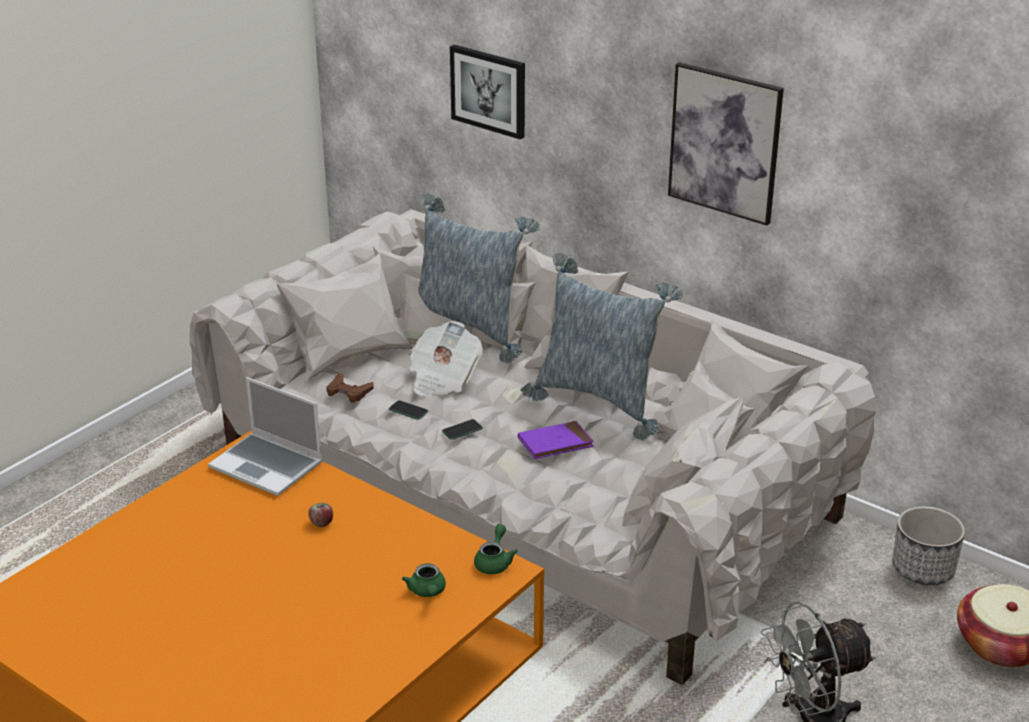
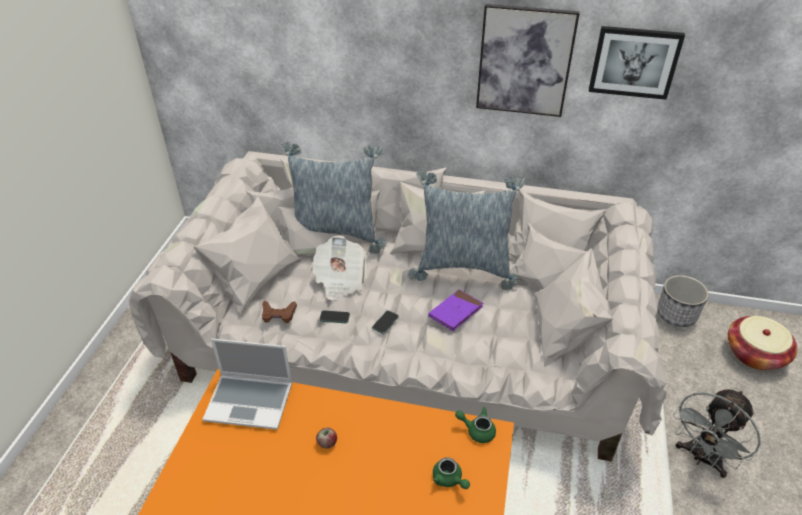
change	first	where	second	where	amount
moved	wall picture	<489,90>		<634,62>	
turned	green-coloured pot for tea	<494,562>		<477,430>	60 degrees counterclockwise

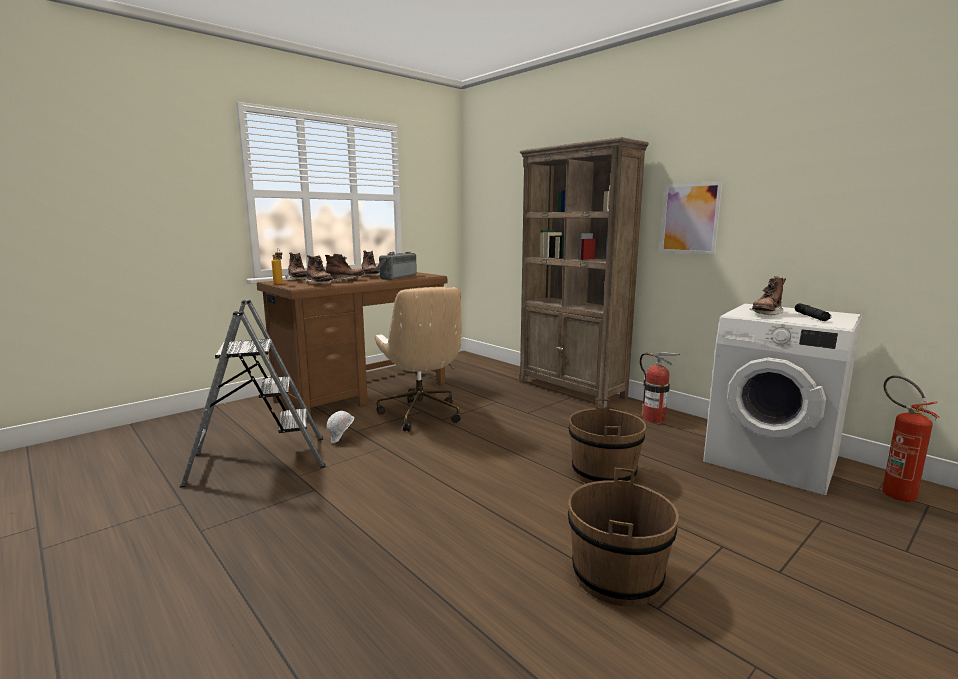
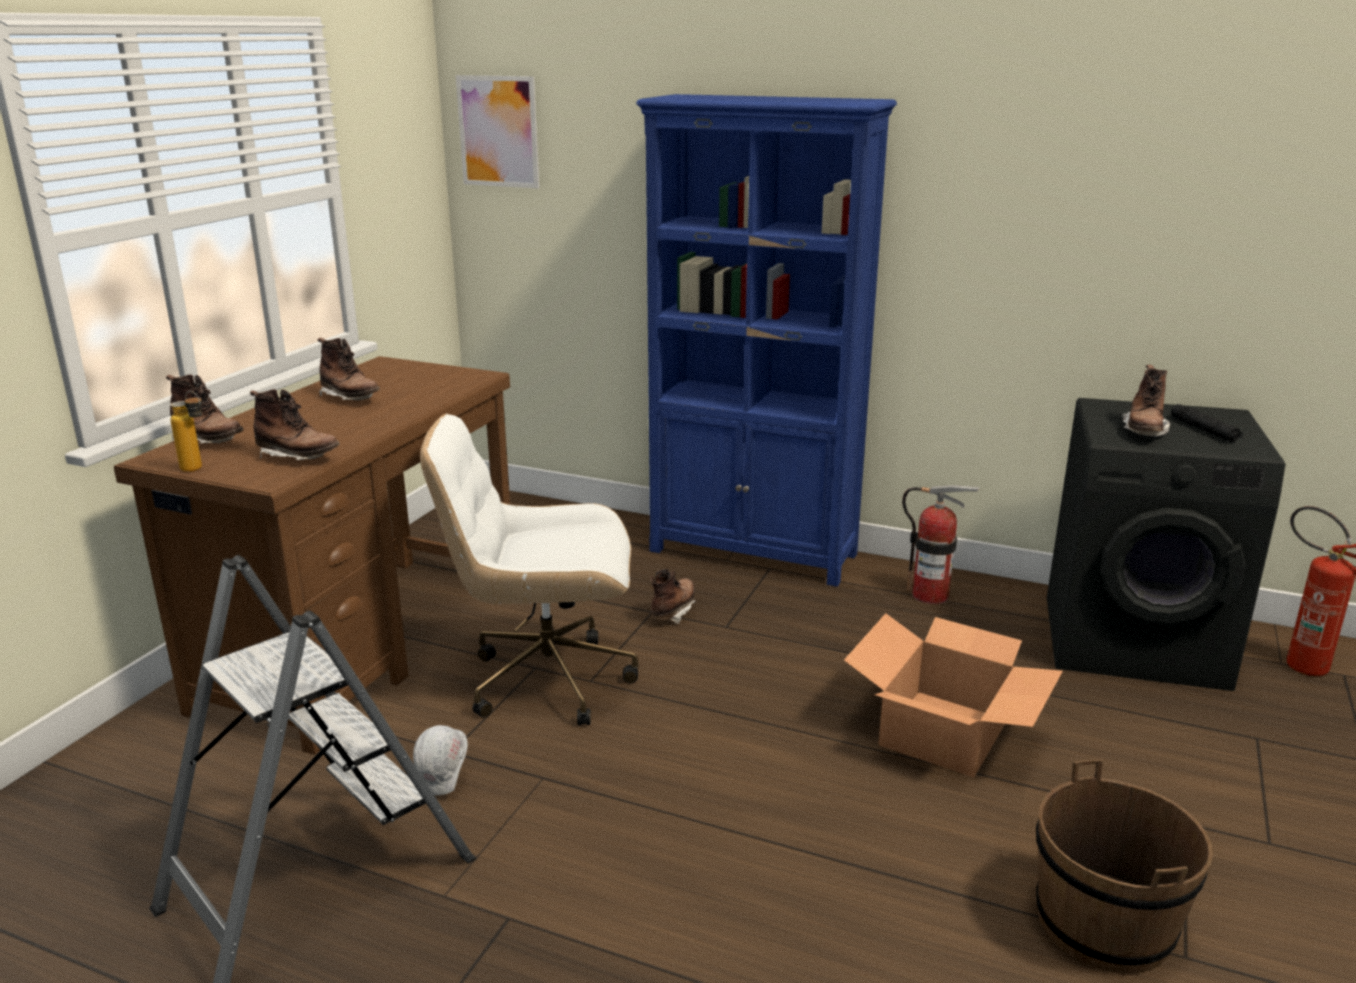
change	first	where	second	where	amount
removed	radio	<396,277>			
moved	brown tall boot	<345,281>		<673,611>	
moved	wall picture	<690,218>		<498,131>	
replaced	brown water bucket	<603,473>	cardboard box	<945,733>	
recoloured	brown bookshelf	<571,389>	blue-coloured bookshelf	<754,553>	
recoloured	whitish laundry machine	<770,460>	black-coloured laundry machine	<1134,642>	
turned	whitish office chair	<421,416>		<543,681>	135 degrees clockwise

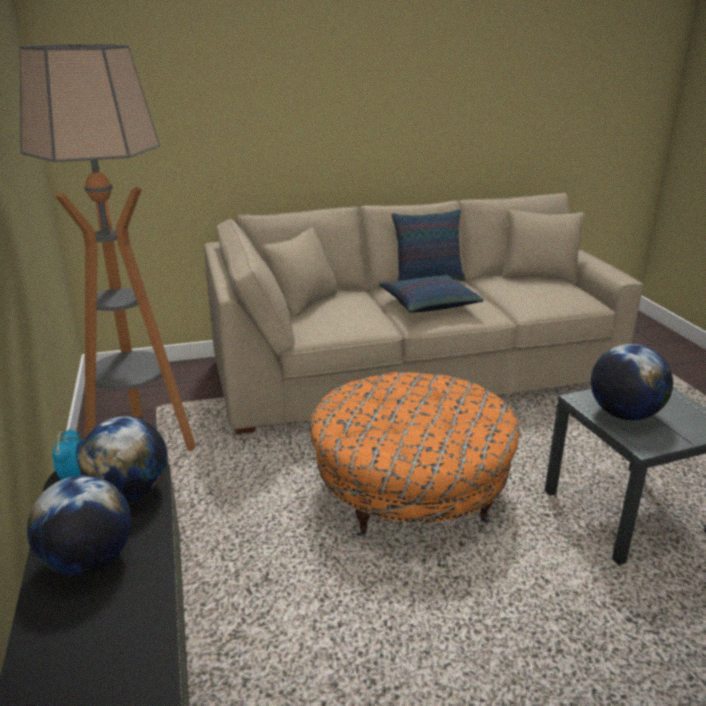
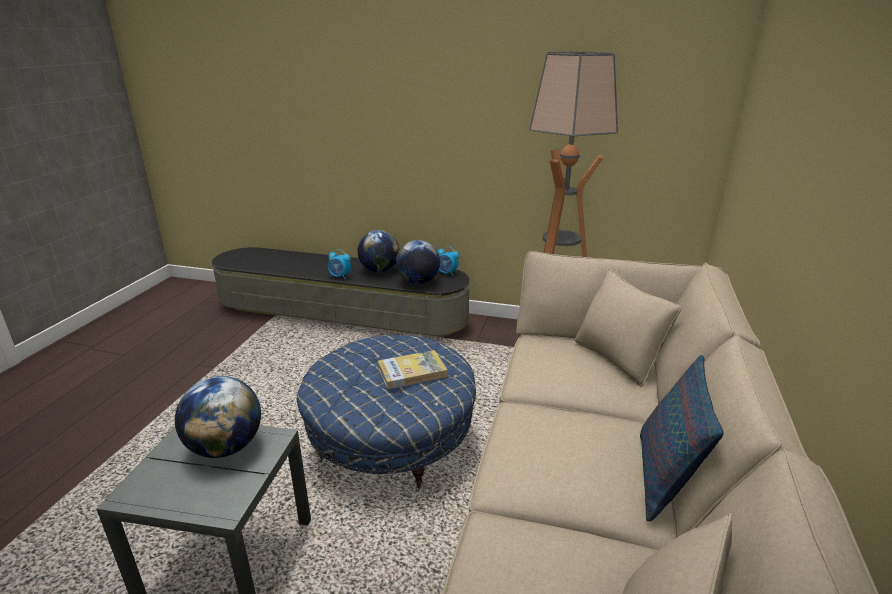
change	first	where	second	where	amount
removed	blue-coloured throw pillow	<428,304>			
added			alarm clock	<340,276>	
added			volume	<412,372>	
recoloured	orangey footrest	<410,491>	blue-coloured footrest	<391,441>	

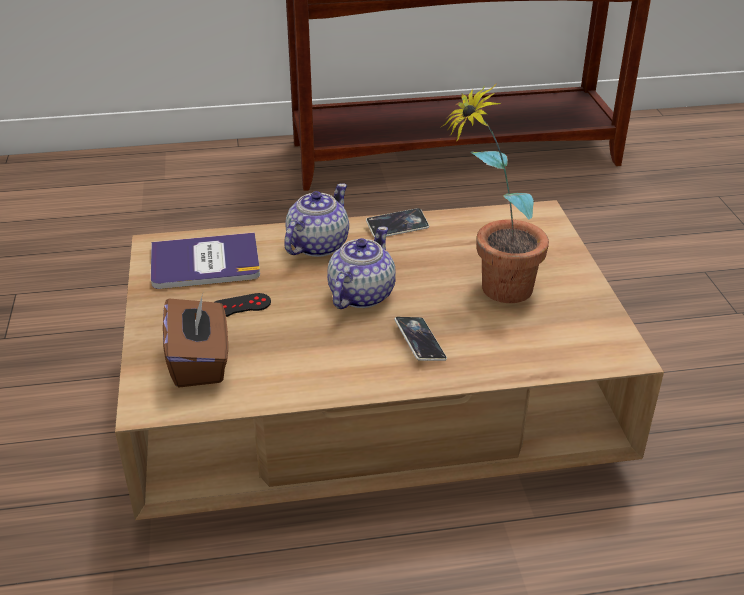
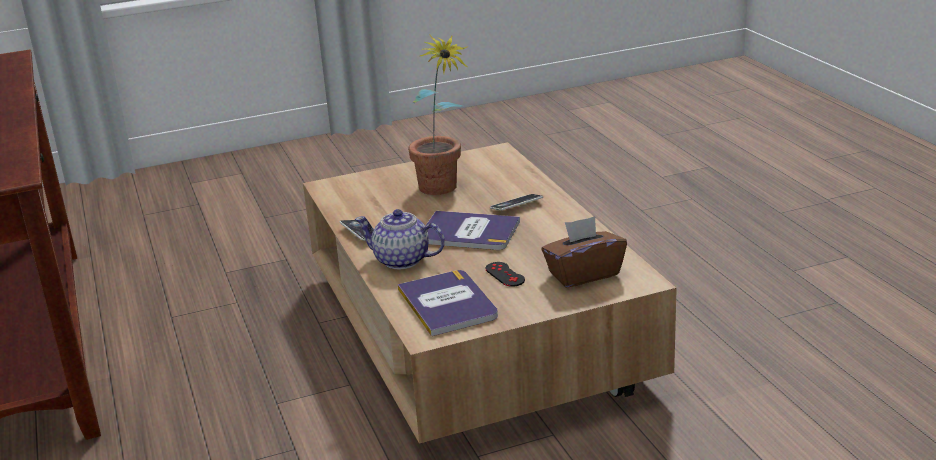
change	first	where	second	where	amount
replaced	pot for tea	<360,295>	volume	<469,232>	

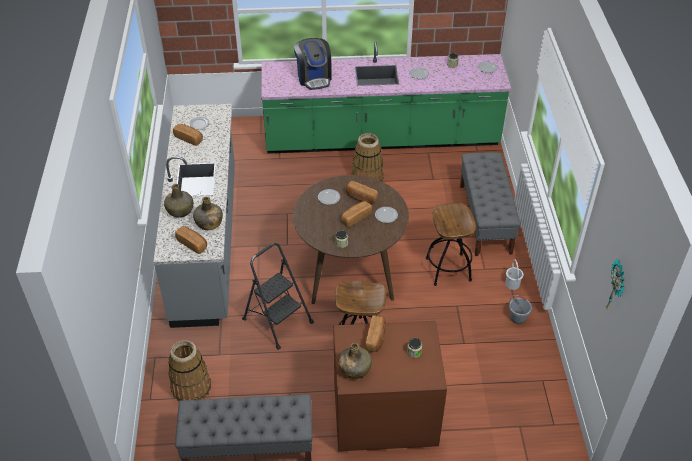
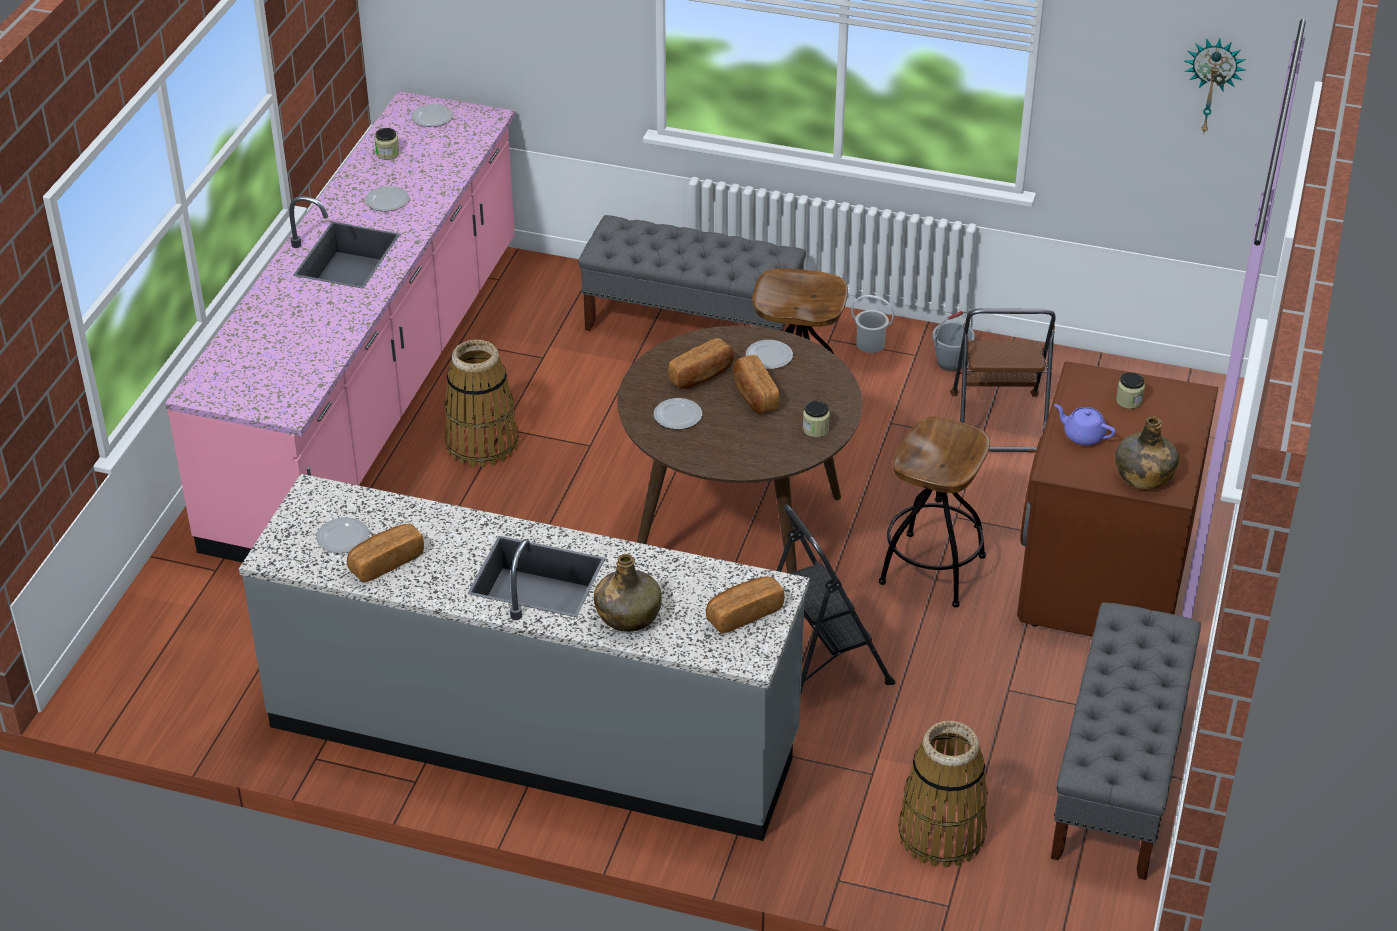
change	first	where	second	where	amount
removed	green-coloured beverage bottle	<209,223>			
removed	coffee brewer	<314,77>			
added			brown step stool	<997,425>	
replaced	baked bread	<376,338>	purple-coloured pot for tea	<1083,435>	
recoloured	green-coloured counter	<381,138>	pink counter	<371,391>	

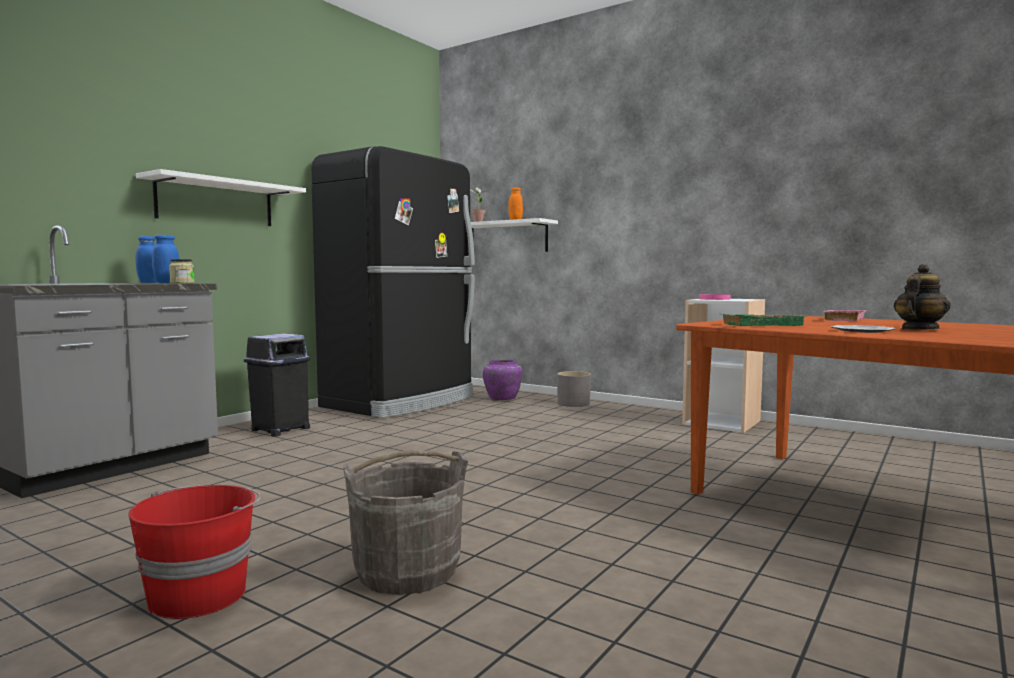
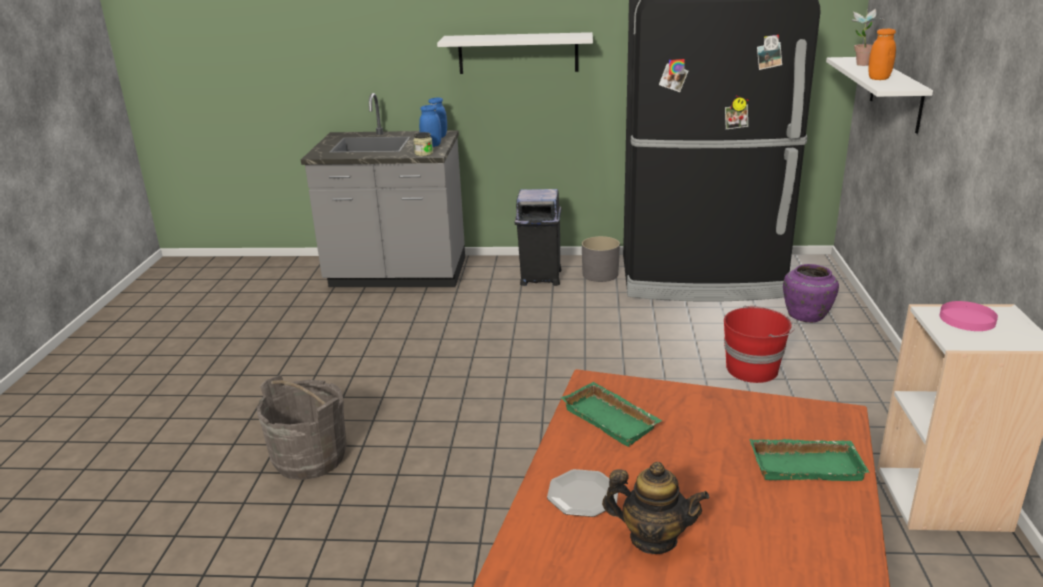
change	first	where	second	where	amount
moved	red-coloured water bucket	<200,595>		<753,369>	
moved	grey plant pot	<573,403>		<600,274>	
recoloured	pink serving tray	<841,319>	green-coloured serving tray	<806,464>	

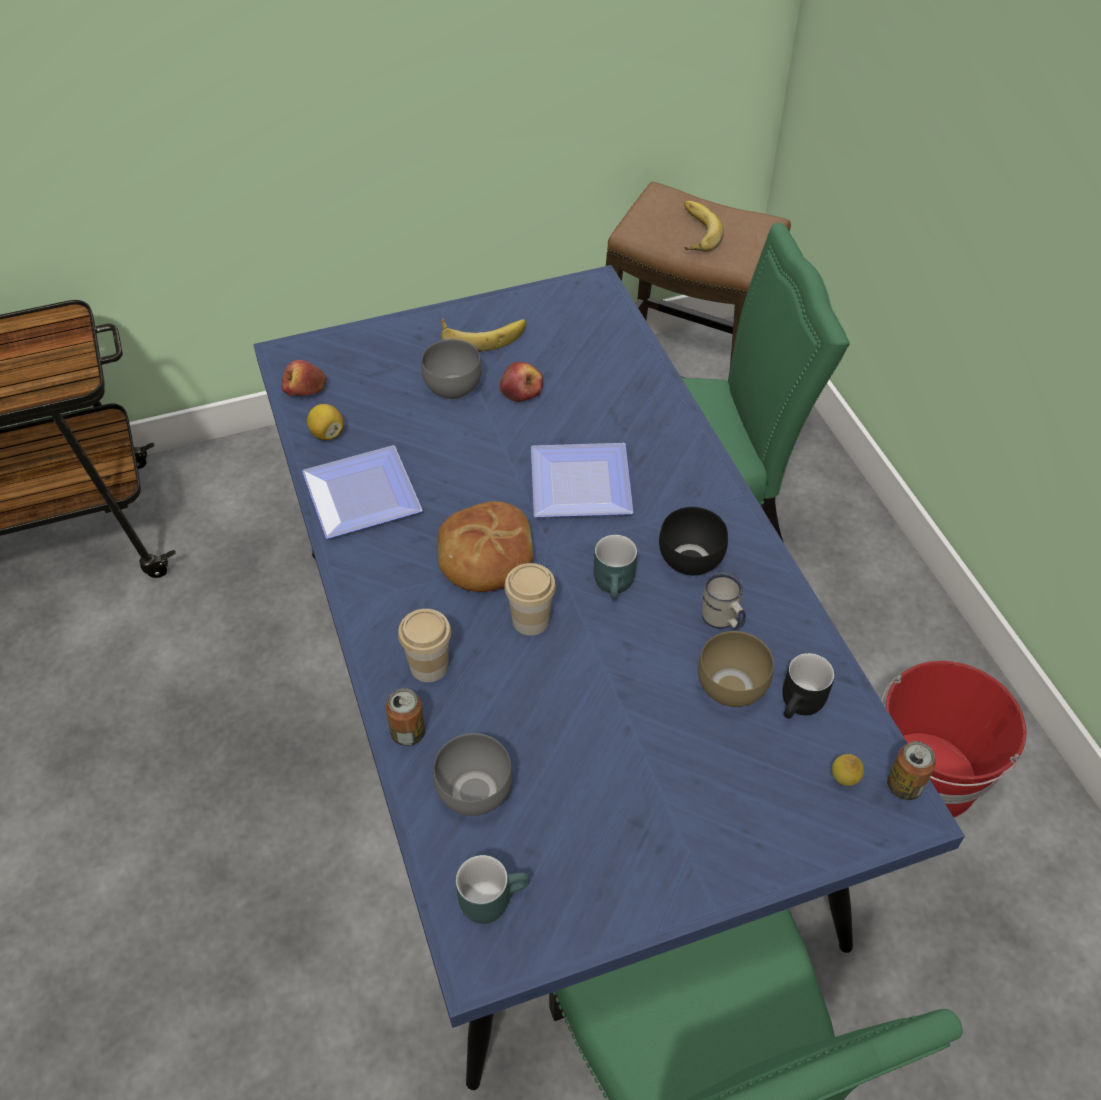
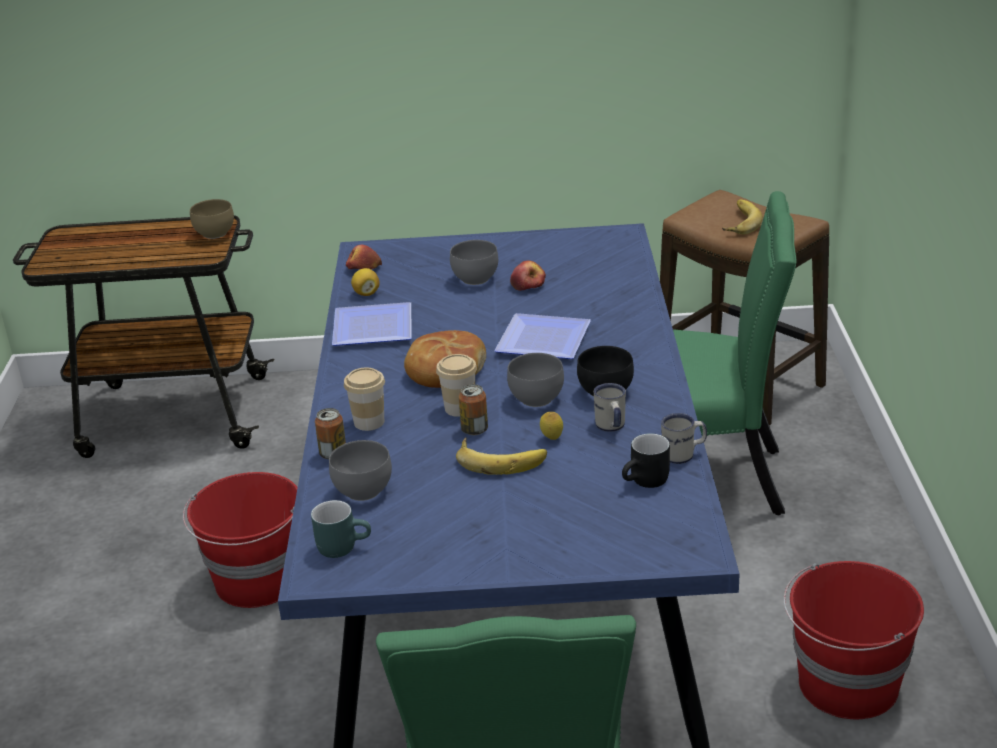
change	first	where	second	where	amount
added			red-coloured water bucket	<257,581>	
added			whitish tea mug	<684,455>	
moved	banana fruit	<482,333>		<501,458>	
moved	brown bowl	<733,686>		<216,233>	
moved	citrus fruit	<843,780>		<552,439>	
moved	metal can	<904,786>		<474,430>	
replaced	turquoise tea mug	<616,585>	grey bowl	<538,398>	

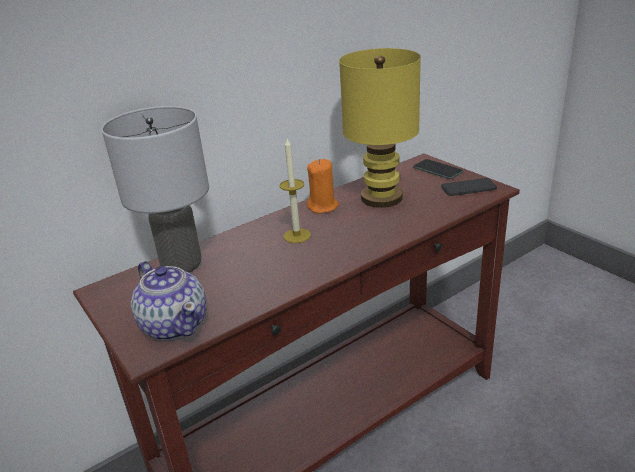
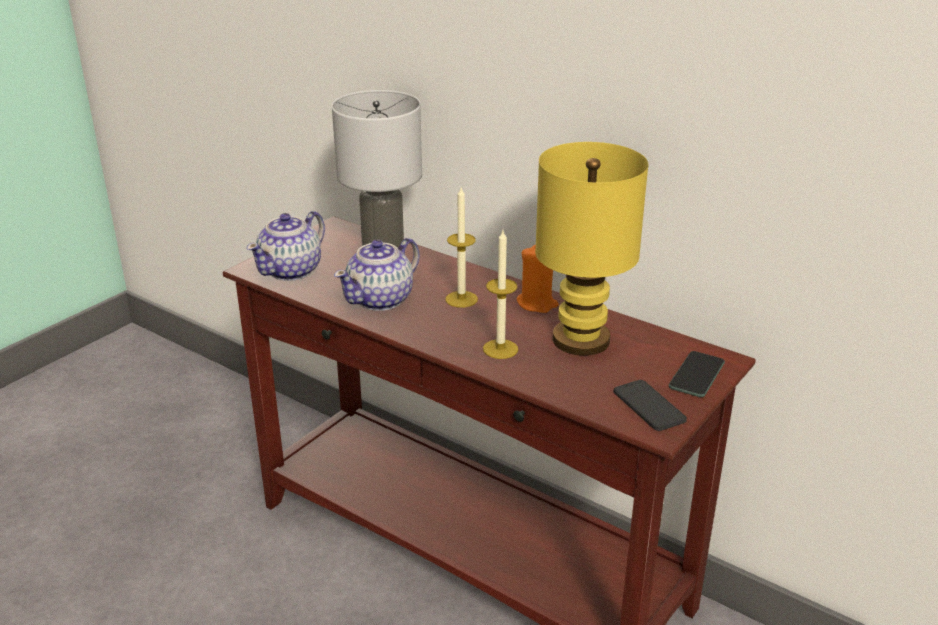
change	first	where	second	where	amount
added			pot for tea	<381,299>	
added			candle	<500,349>	

